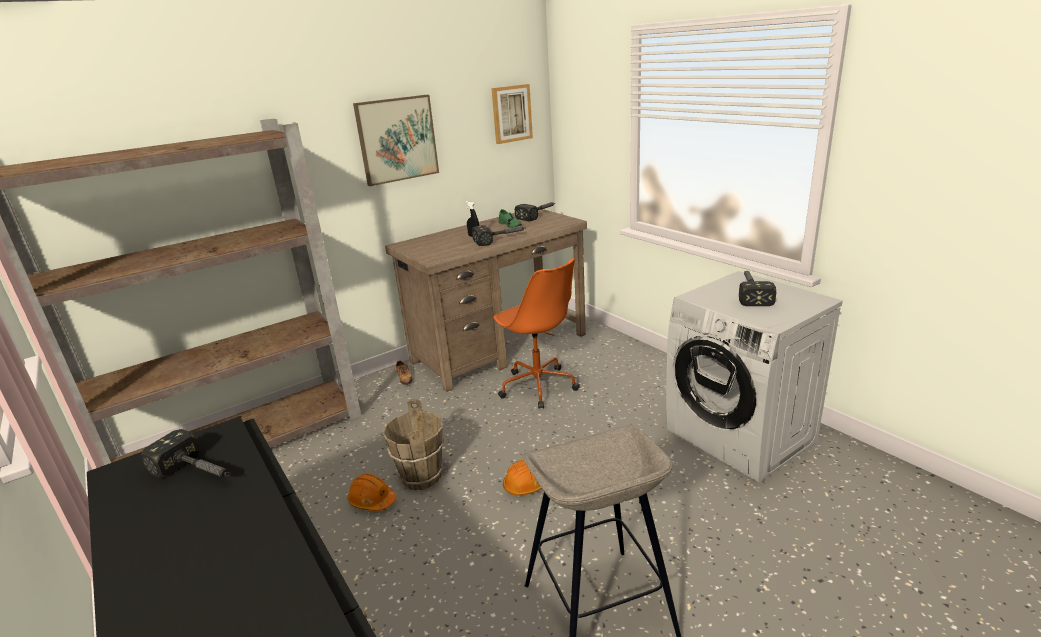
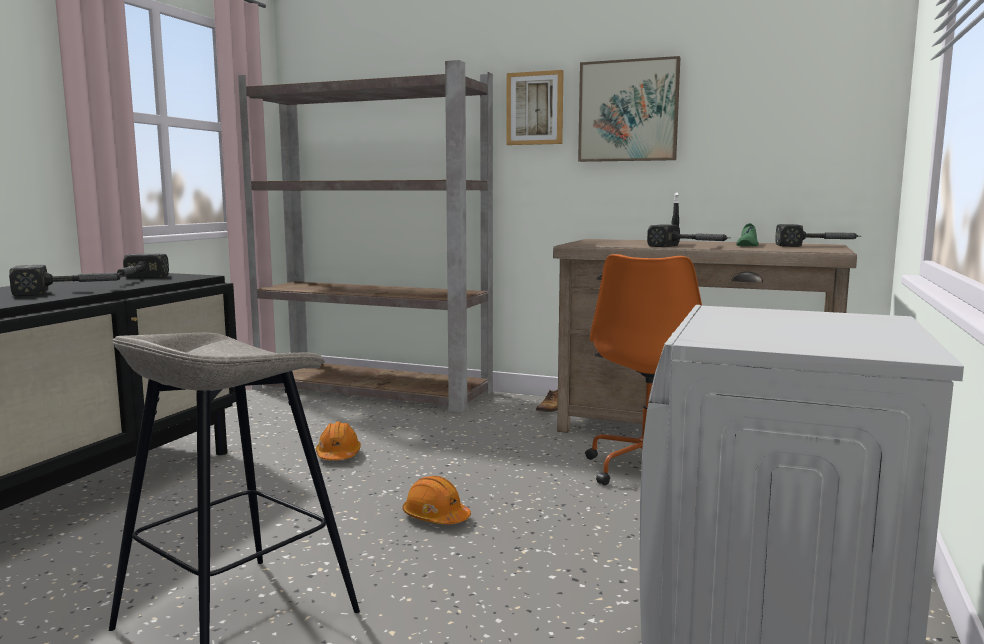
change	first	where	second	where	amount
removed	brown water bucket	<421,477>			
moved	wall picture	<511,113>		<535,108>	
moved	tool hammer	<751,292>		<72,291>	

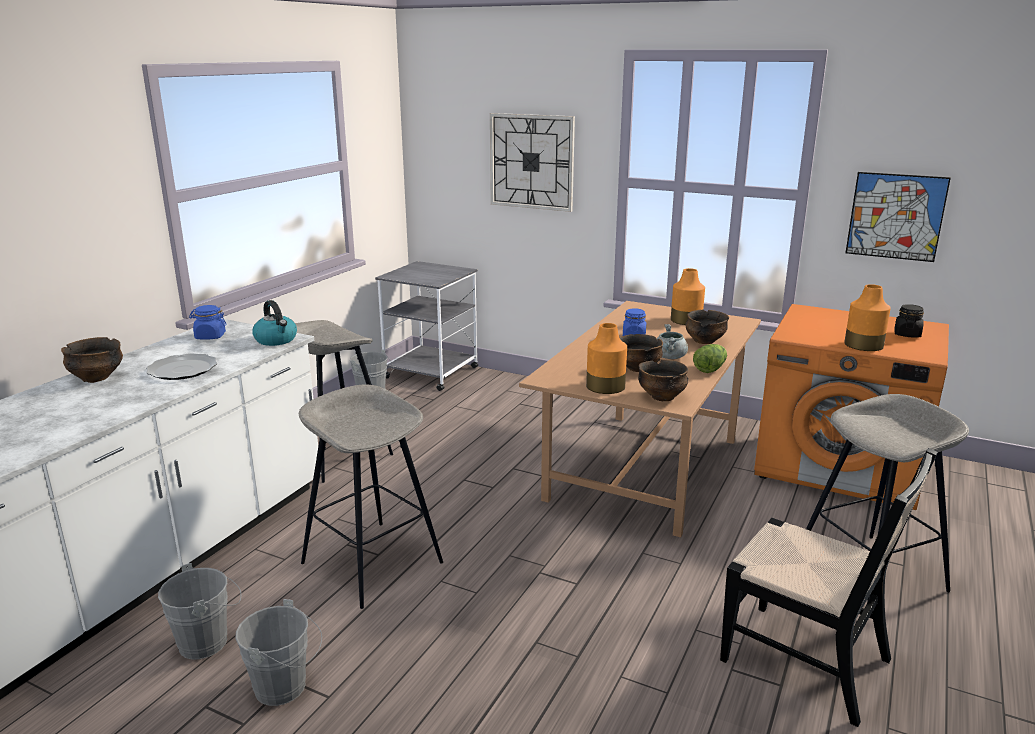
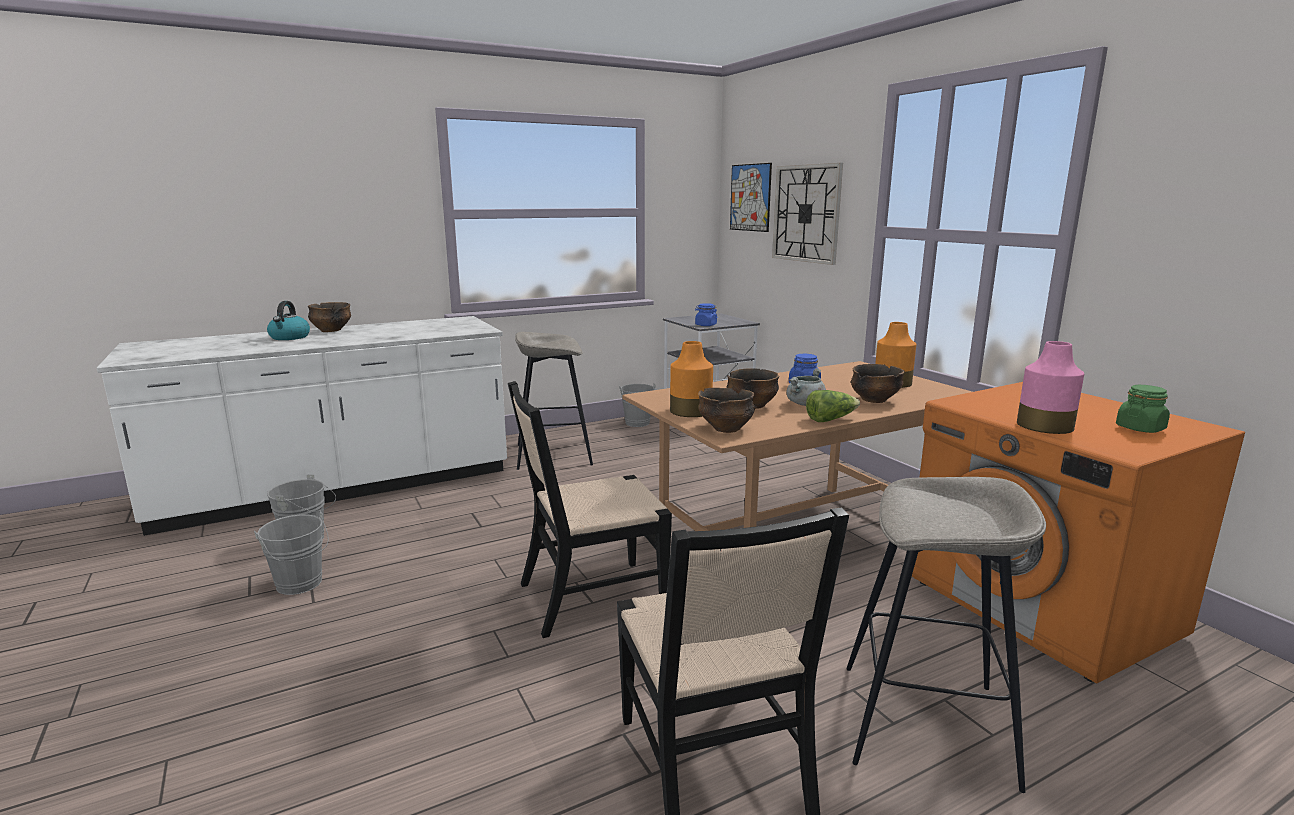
change	first	where	second	where	amount
removed	plate	<183,369>			
removed	grey sitting stool	<372,562>			
added			plain chair	<591,597>	
moved	blue-coloured preserve jar	<210,336>		<705,325>	
moved	water kettle	<276,340>		<289,337>	
moved	wall picture	<895,216>		<750,197>	
recoloured	orangey vase	<863,345>	pink vase	<1044,425>	
recoloured	black-coloured preserve jar	<907,334>	green-coloured preserve jar	<1140,428>	

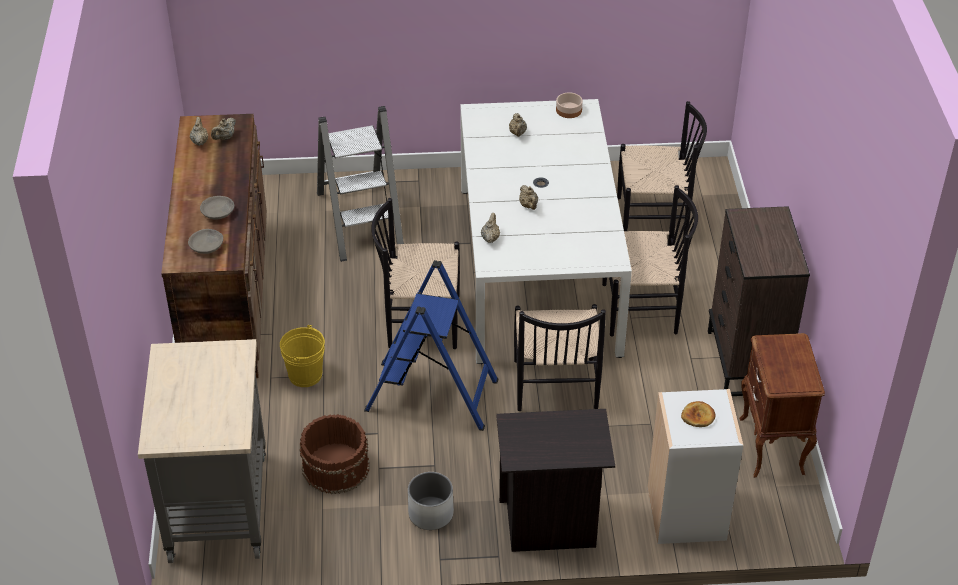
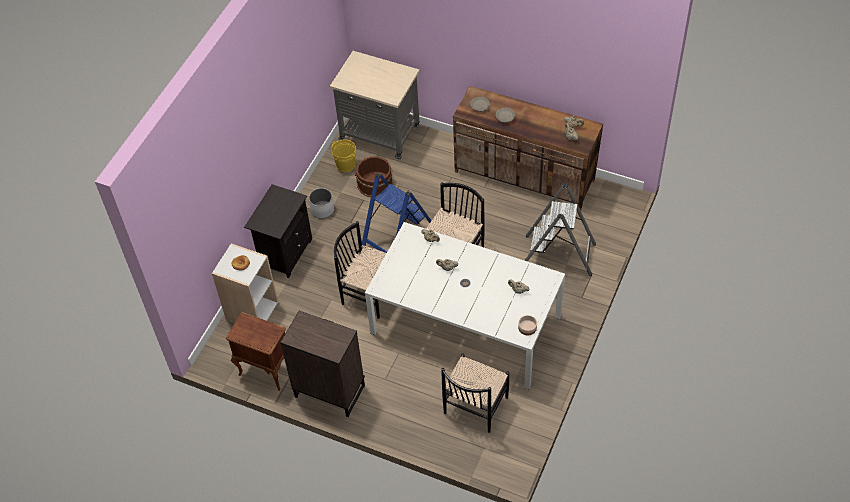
change	first	where	second	where	amount
removed	black-coloured plain chair	<643,309>			
moved	yellowish water bucket	<305,375>		<345,165>	

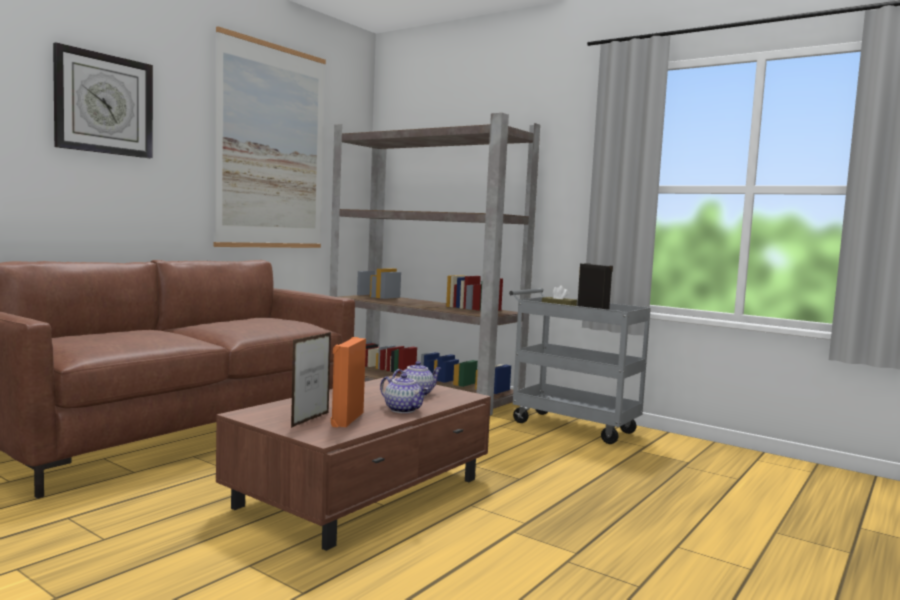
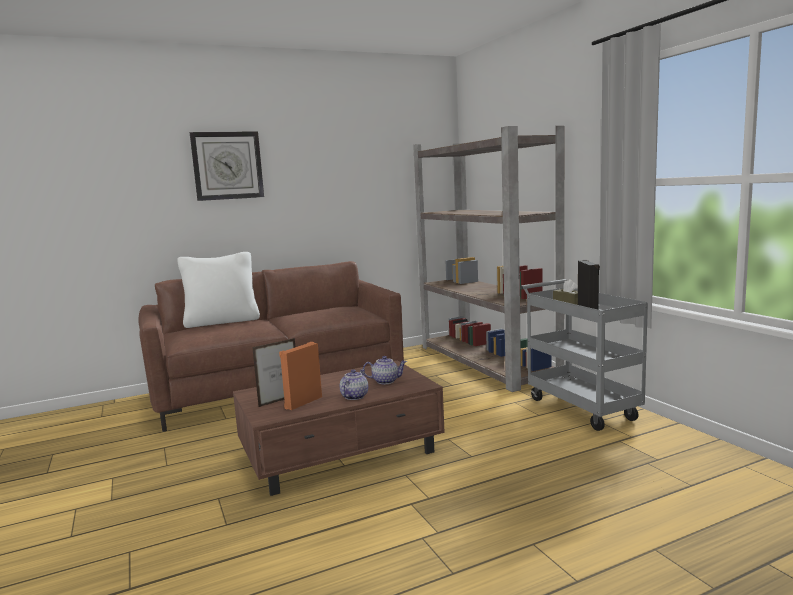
change	first	where	second	where	amount
removed	wall picture	<272,147>			
added			whitish throw pillow	<222,321>	
turned	pot for tea	<403,410>		<354,396>	135 degrees counterclockwise

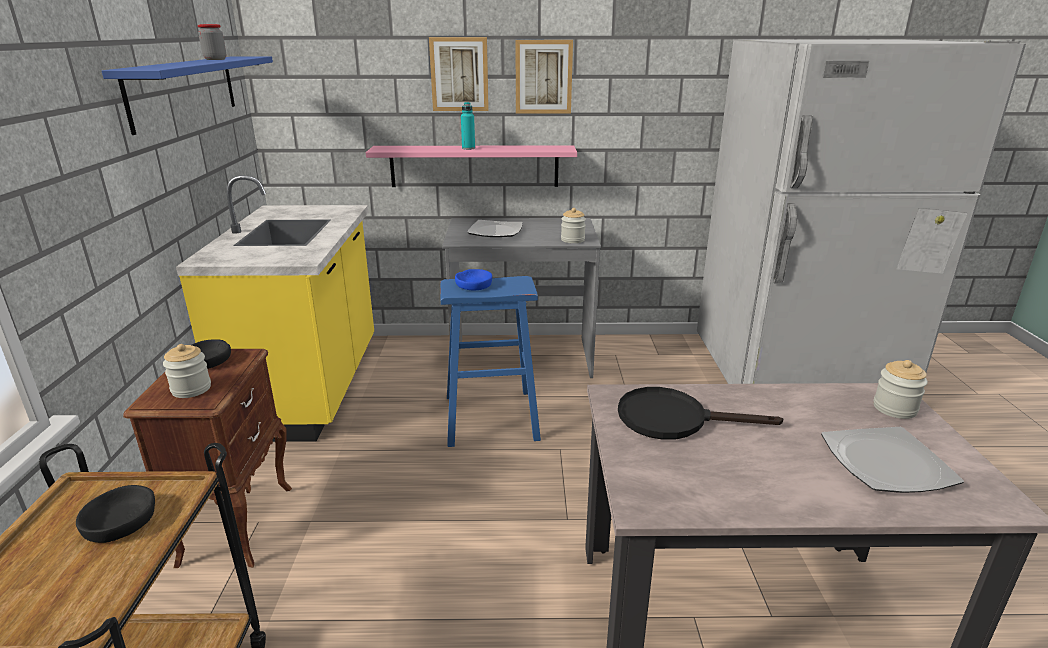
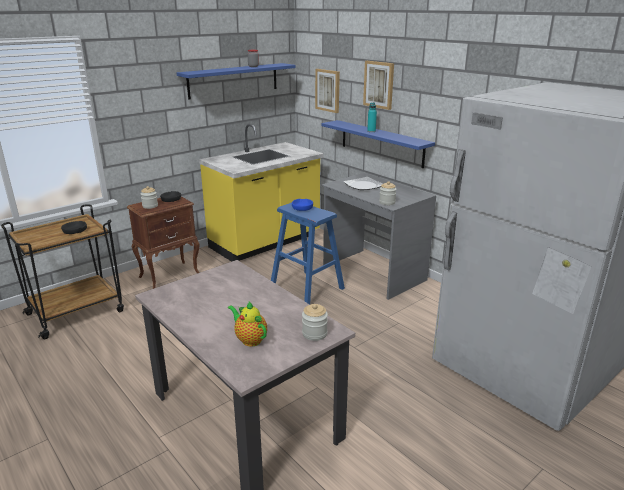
change	first	where	second	where	amount
removed	black-coloured skillet	<674,419>			
moved	wall picture	<543,77>		<328,90>	
replaced	plate	<886,462>	pot for tea	<250,339>	
recoloured	pink wall shelf	<474,166>	blue-coloured wall shelf	<381,143>	

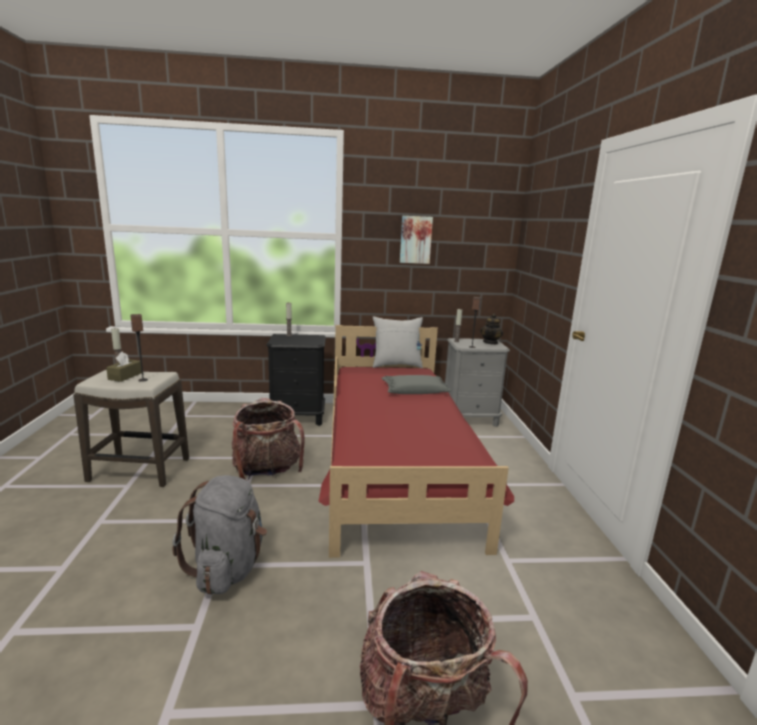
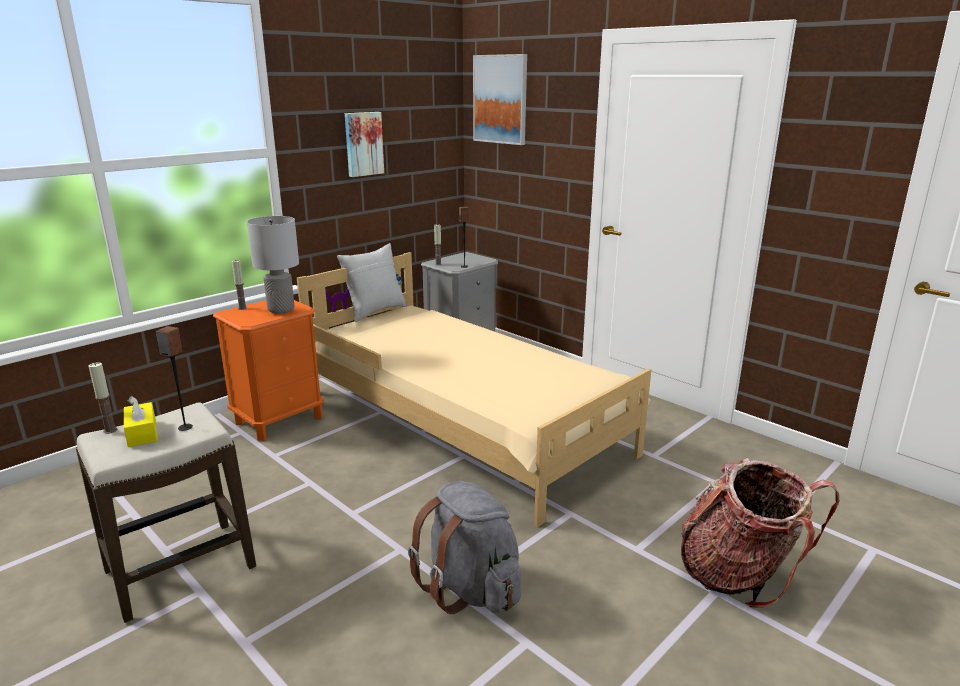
change	first	where	second	where	amount
removed	rucksack	<267,471>			
removed	grey throw pillow	<415,389>			
removed	pot for tea	<490,342>			
added			grey lamp for a table	<281,311>	
added			wall picture	<500,99>	
recoloured	brown box of tissues	<125,376>	yellowish box of tissues	<142,433>	
recoloured	black-coloured bedside table	<298,417>	orangey bedside table	<280,419>	
recoloured	red-coloured sleeping bed	<395,464>	beige-coloured sleeping bed	<463,422>	

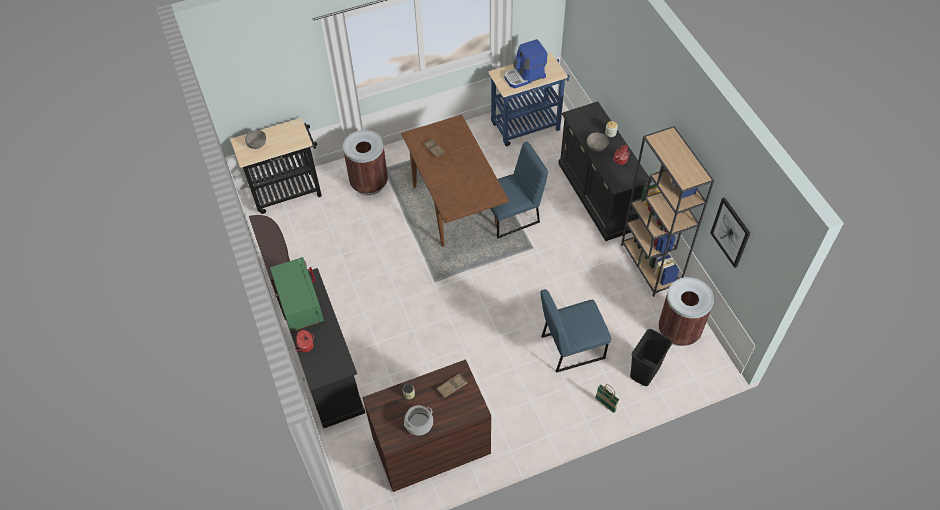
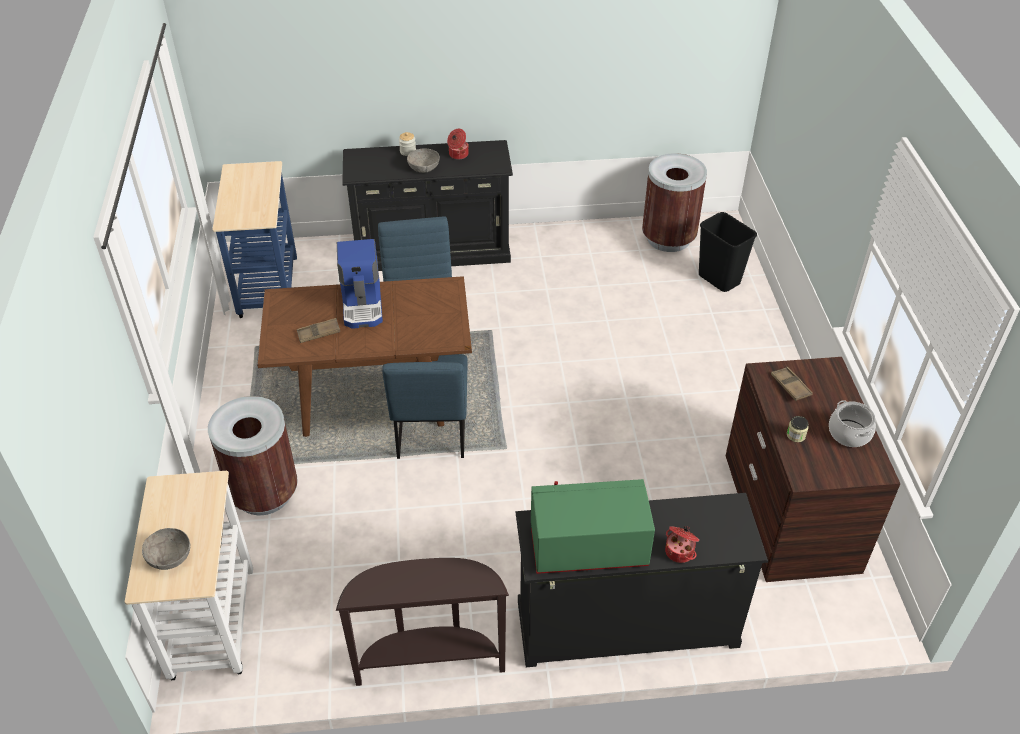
change	first	where	second	where	amount
removed	basket	<605,404>			
removed	bookshelf	<651,265>			
removed	wall picture	<730,232>			
moved	coffee brewer	<525,77>		<363,305>	
moved	blue-coloured plain chair	<570,347>		<431,430>	
recoloured	black-coloured trolley	<287,192>	whitish trolley	<213,621>	

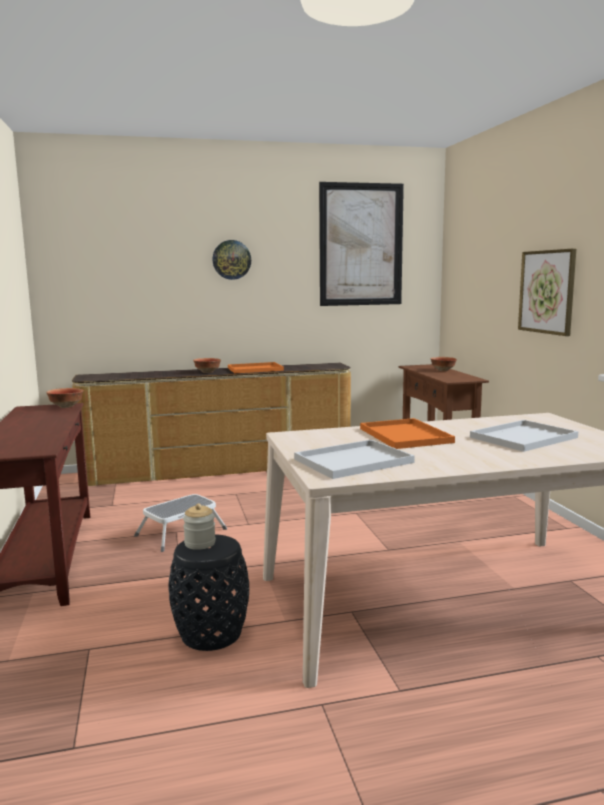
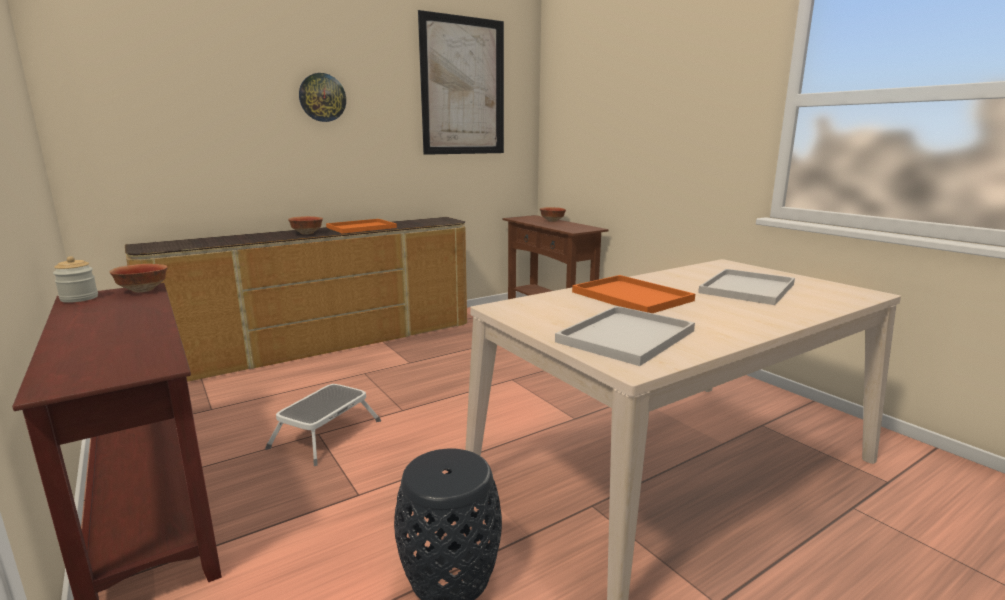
change	first	where	second	where	amount
removed	wall picture	<547,292>			
moved	preserve jar	<200,543>		<79,298>	

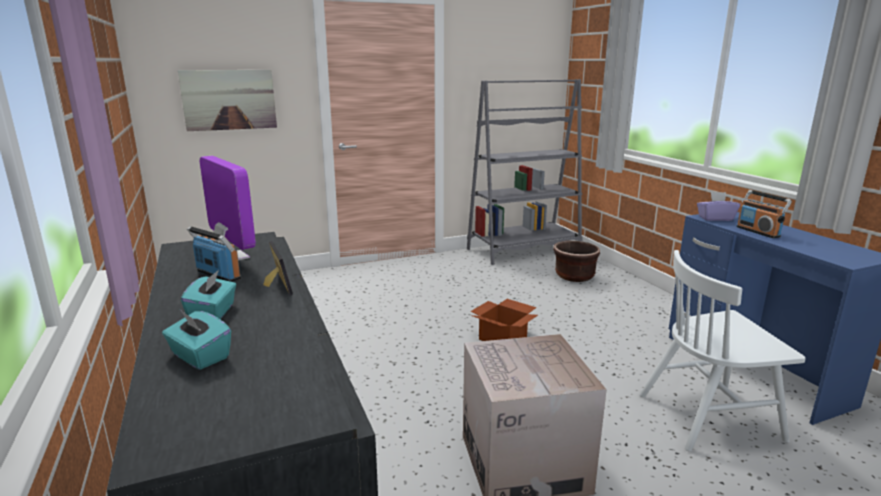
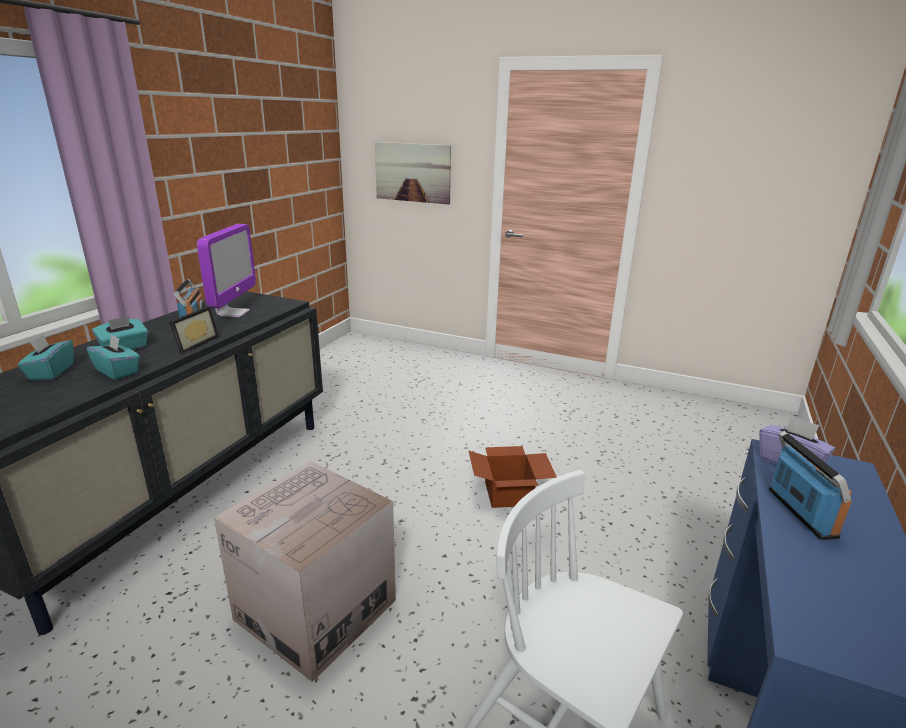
change	first	where	second	where	amount
removed	grey bookshelf	<524,250>			
removed	brown plant pot	<574,276>			
added			turquoise box of tissues	<118,371>	
turned	radio	<758,232>		<800,513>	150 degrees clockwise

